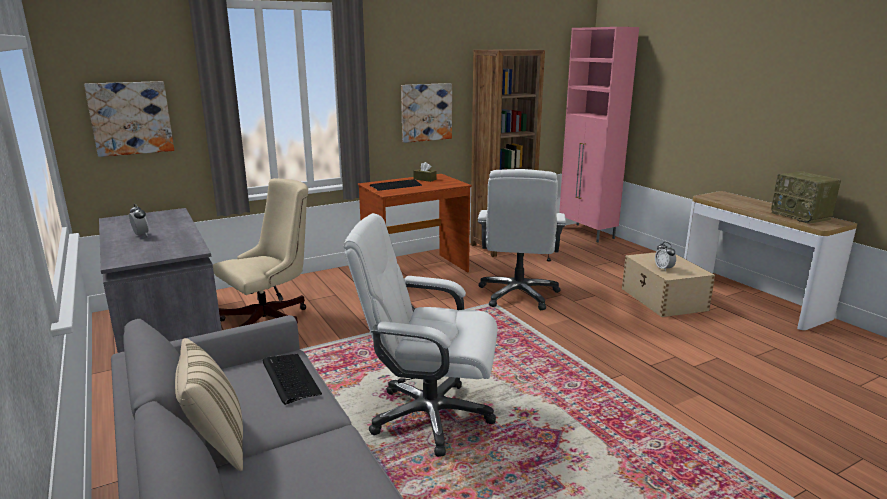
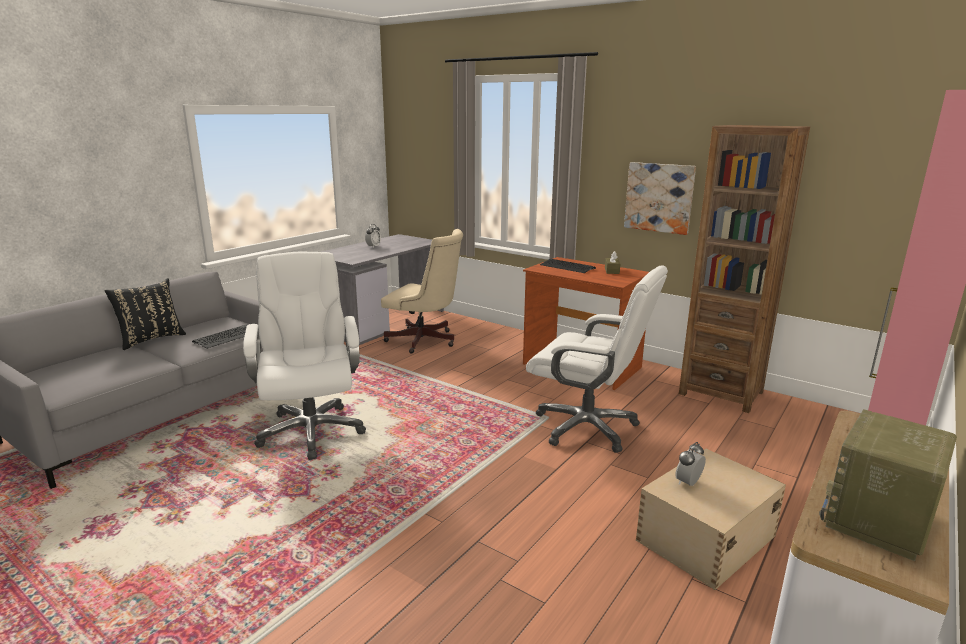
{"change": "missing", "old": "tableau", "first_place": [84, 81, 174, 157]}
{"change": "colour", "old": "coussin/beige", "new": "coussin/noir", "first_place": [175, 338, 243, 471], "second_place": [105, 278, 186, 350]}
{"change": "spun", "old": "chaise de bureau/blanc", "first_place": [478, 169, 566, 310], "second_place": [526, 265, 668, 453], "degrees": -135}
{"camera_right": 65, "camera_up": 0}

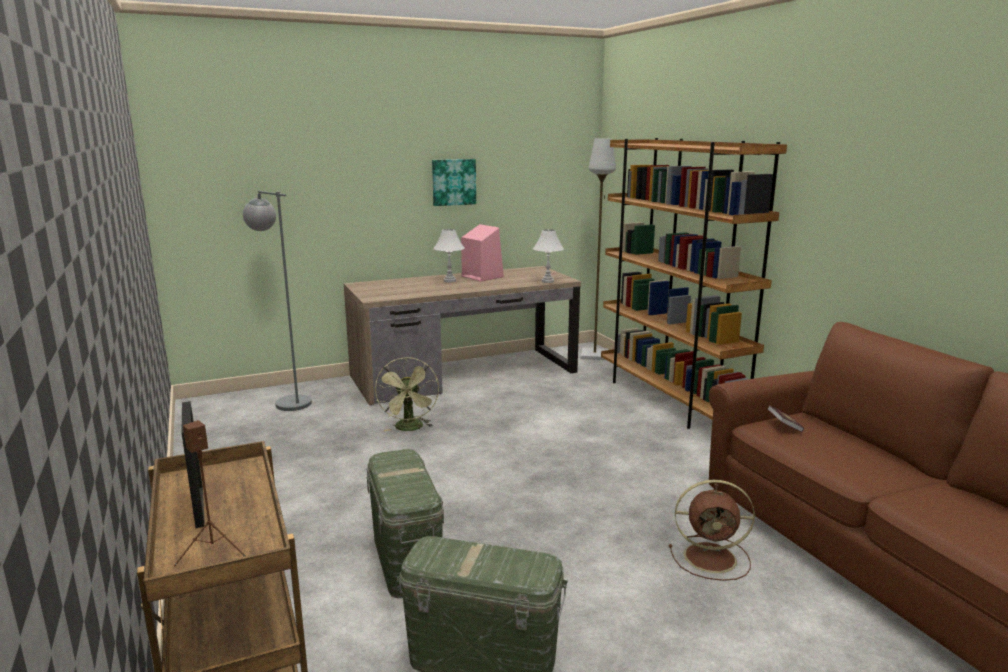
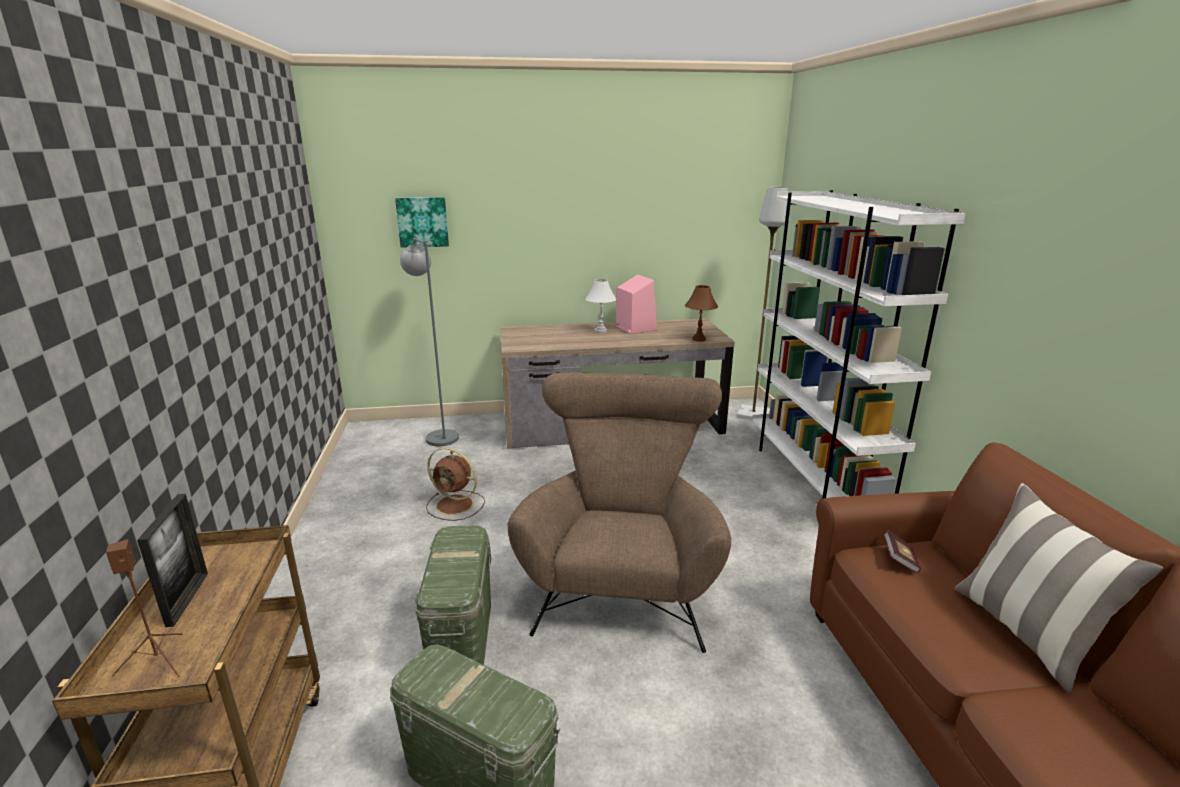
{"change": "missing", "old": "ventilateur/vert", "first_place": [375, 357, 439, 431]}
{"change": "relocated", "old": "tableau", "first_place": [432, 159, 476, 206], "second_place": [395, 197, 449, 247]}
{"change": "colour", "old": "lampe de table/blanc", "new": "lampe de table/marron", "first_place": [533, 229, 564, 283], "second_place": [685, 285, 718, 342]}
{"change": "colour", "old": "bibliothèque/marron", "new": "bibliothèque/blanc", "first_place": [601, 138, 787, 429], "second_place": [752, 190, 966, 499]}
{"change": "relocated", "old": "ventilateur/marron", "first_place": [669, 480, 755, 581], "second_place": [426, 447, 485, 521]}
{"change": "appeared", "new": "fauteuil/marron", "second_place": [508, 372, 731, 653]}
{"change": "appeared", "new": "coussin", "second_place": [955, 483, 1163, 693]}
{"camera_right": 15, "camera_up": 5}

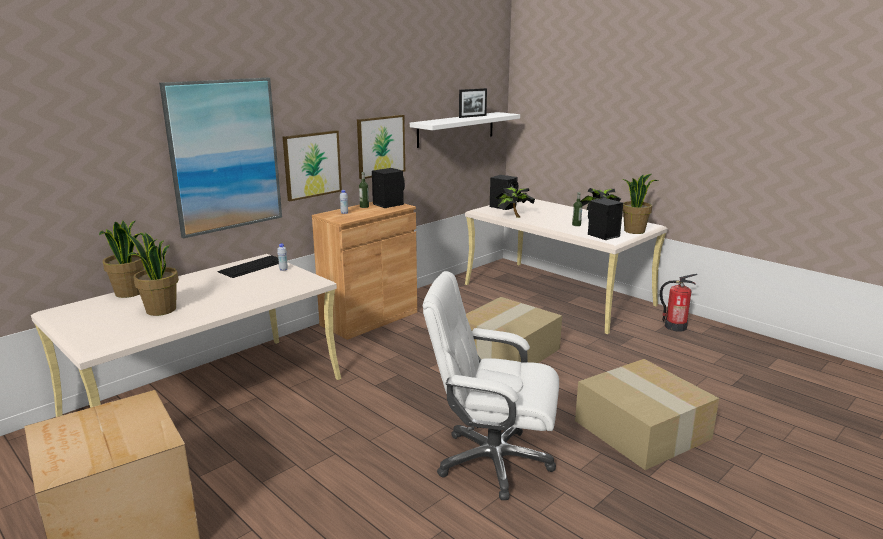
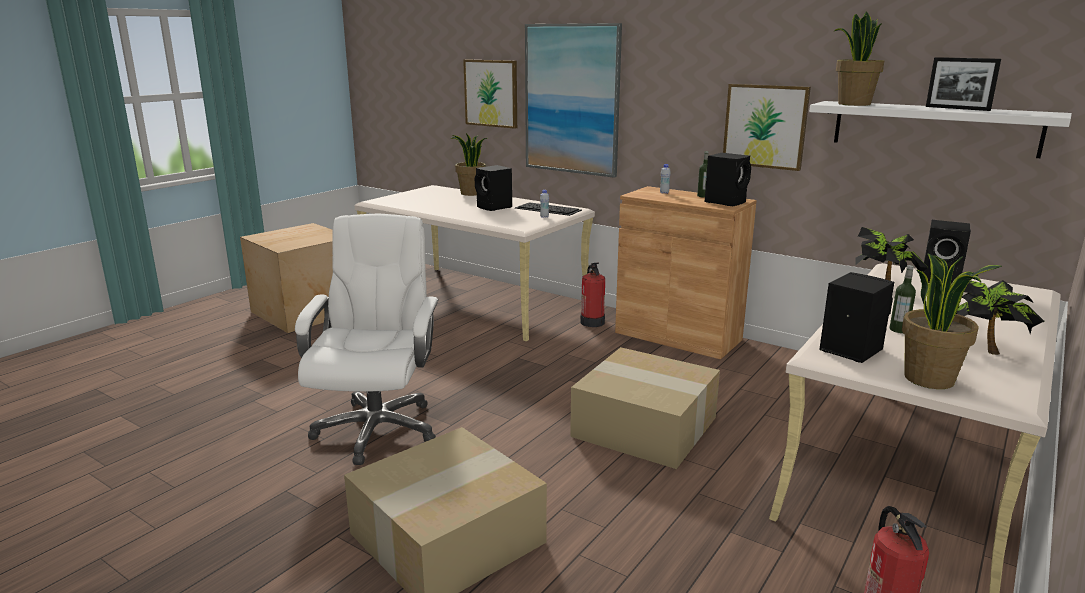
{"change": "relocated", "old": "plante en pot", "first_place": [126, 233, 179, 316], "second_place": [833, 11, 884, 106]}
{"change": "relocated", "old": "tableau", "first_place": [283, 130, 342, 201], "second_place": [463, 59, 517, 129]}
{"change": "appeared", "new": "enceinte/noir", "second_place": [475, 165, 512, 211]}
{"change": "appeared", "new": "extincteur", "second_place": [580, 263, 605, 327]}
{"camera_right": 80, "camera_up": 0}

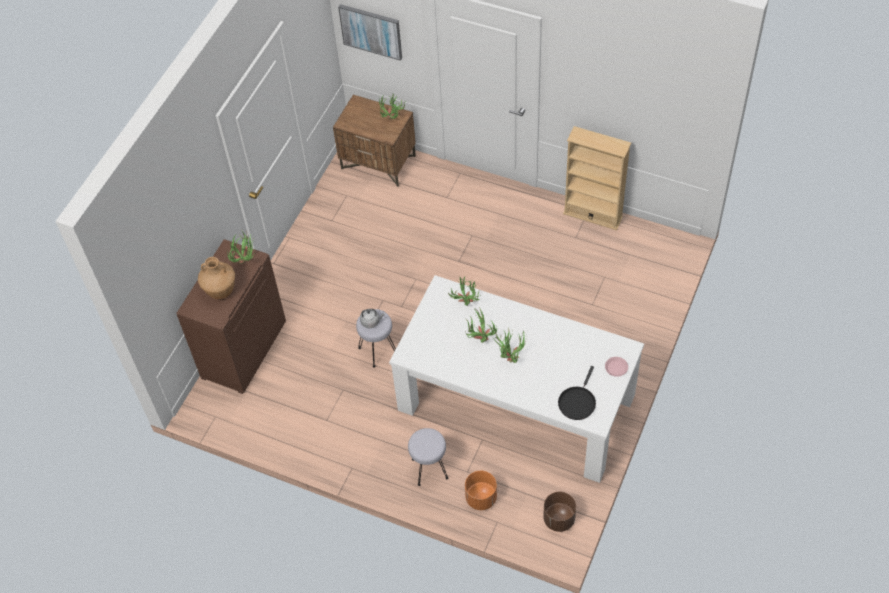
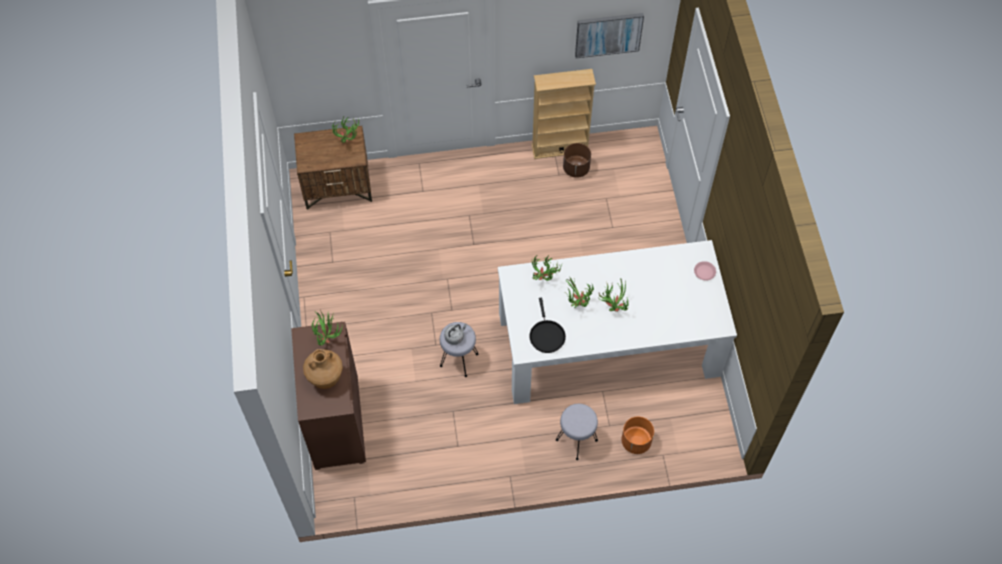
{"change": "relocated", "old": "tableau", "first_place": [338, 4, 402, 61], "second_place": [575, 13, 644, 58]}
{"change": "relocated", "old": "cache-pot/marron", "first_place": [543, 492, 576, 532], "second_place": [563, 143, 591, 178]}
{"change": "relocated", "old": "poêle/noir", "first_place": [558, 366, 596, 420], "second_place": [529, 298, 566, 353]}
{"camera_right": -35, "camera_up": 5}

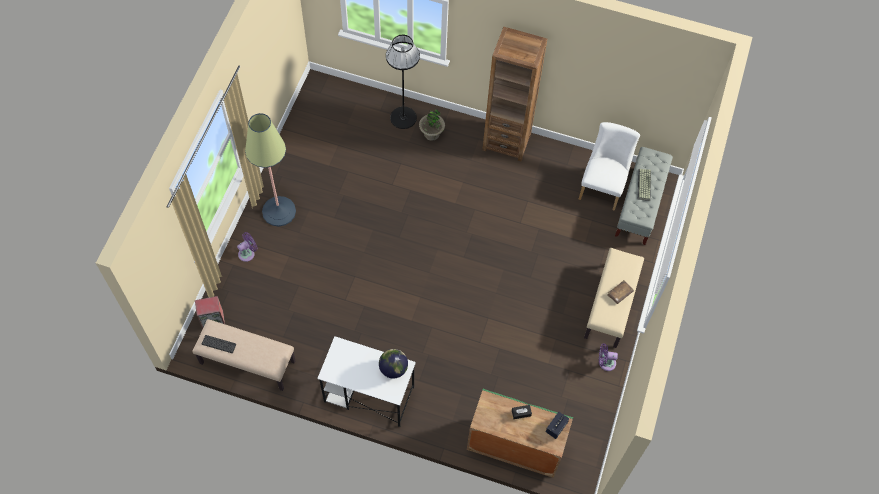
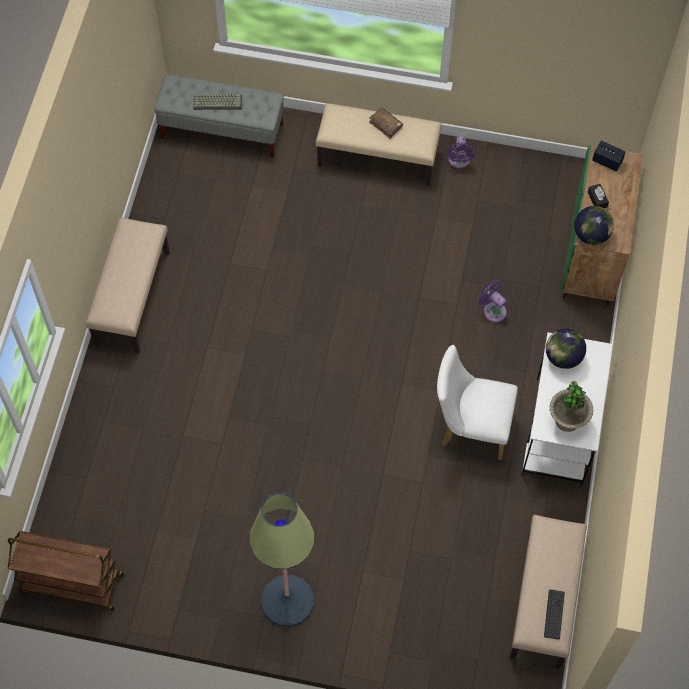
{"change": "missing", "old": "enceinte", "first_place": [195, 296, 225, 329]}
{"change": "relocated", "old": "ventilateur/violet", "first_place": [237, 232, 258, 262], "second_place": [478, 279, 507, 322]}
{"change": "missing", "old": "lampadaire/noir", "first_place": [386, 35, 420, 129]}
{"change": "relocated", "old": "plante en pot", "first_place": [419, 109, 445, 141], "second_place": [549, 381, 593, 432]}
{"change": "exchanged", "old": "bibliothèque/marron", "new": "banc/beige", "first_place": [482, 27, 547, 161], "second_place": [86, 217, 170, 354]}
{"change": "relocated", "old": "chaise/blanc", "first_place": [579, 122, 640, 211], "second_place": [437, 345, 518, 460]}
{"change": "appeared", "new": "chariot/marron", "second_place": [8, 531, 124, 611]}
{"change": "appeared", "new": "globe", "second_place": [574, 206, 614, 245]}
{"camera_right": -95, "camera_up": 0}

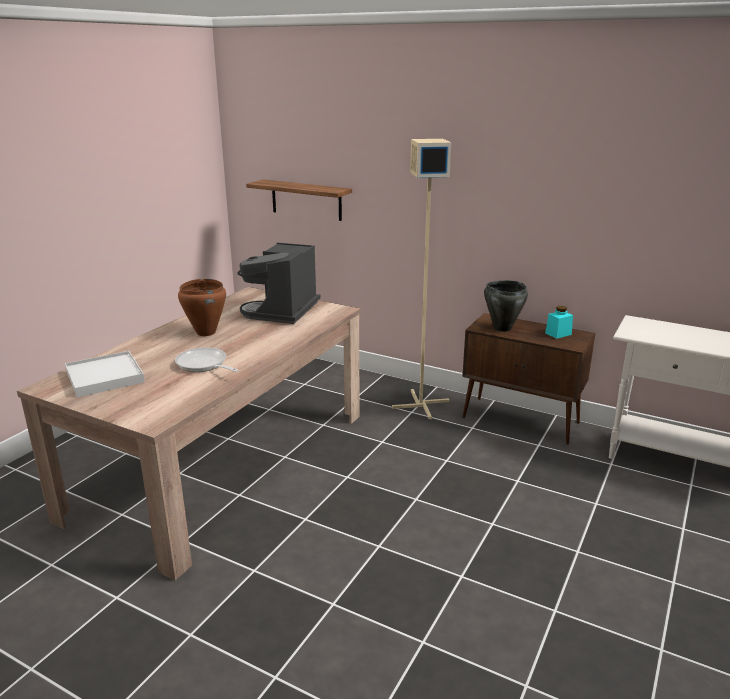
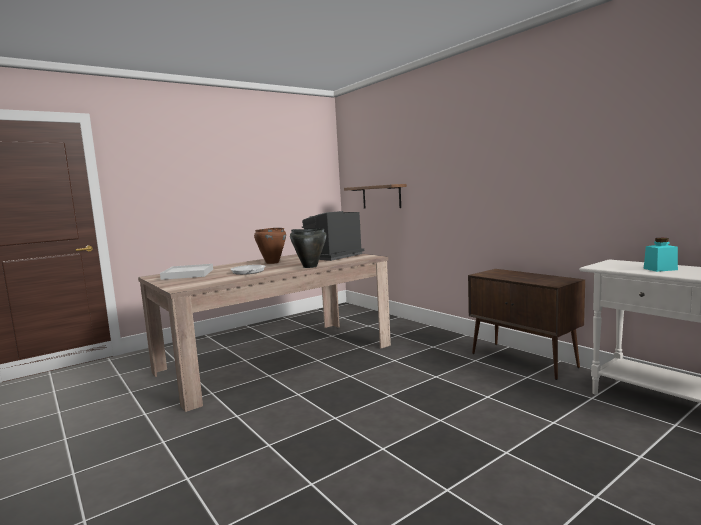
{"change": "missing", "old": "lampadaire/beige", "first_place": [392, 139, 451, 419]}
{"change": "relocated", "old": "marmite/noir", "first_place": [484, 280, 528, 332], "second_place": [290, 229, 327, 268]}
{"change": "relocated", "old": "bocal/turquoise", "first_place": [545, 306, 573, 339], "second_place": [644, 238, 678, 272]}
{"camera_right": 25, "camera_up": -15}

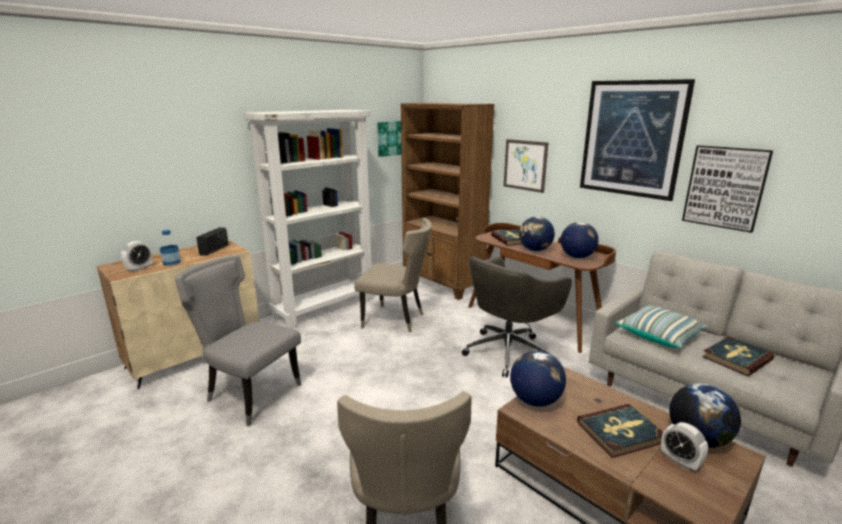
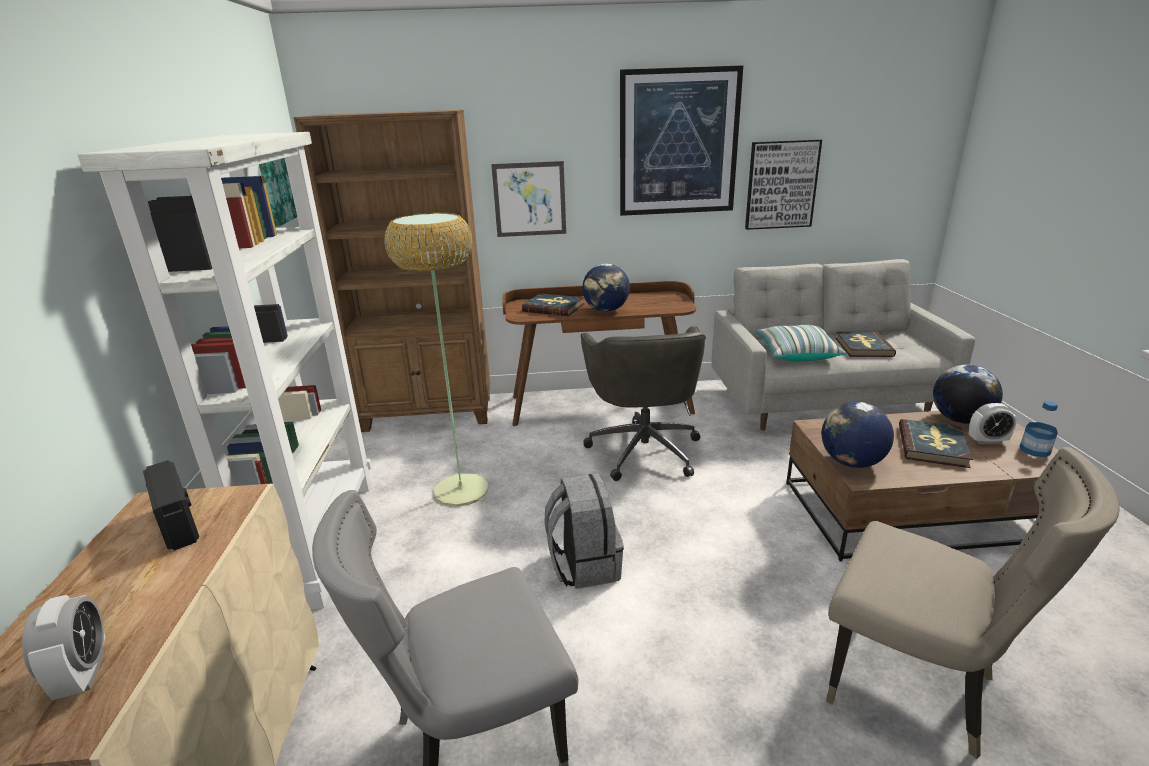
{"change": "relocated", "old": "bouteille", "first_place": [160, 230, 181, 266], "second_place": [1019, 401, 1058, 457]}
{"change": "exchanged", "old": "chaise/beige", "new": "lampadaire", "first_place": [354, 218, 432, 332], "second_place": [384, 212, 489, 507]}
{"change": "missing", "old": "globe", "first_place": [560, 222, 599, 258]}
{"change": "appeared", "new": "sac à dos/gris", "second_place": [544, 473, 624, 589]}
{"camera_right": -50, "camera_up": 5}

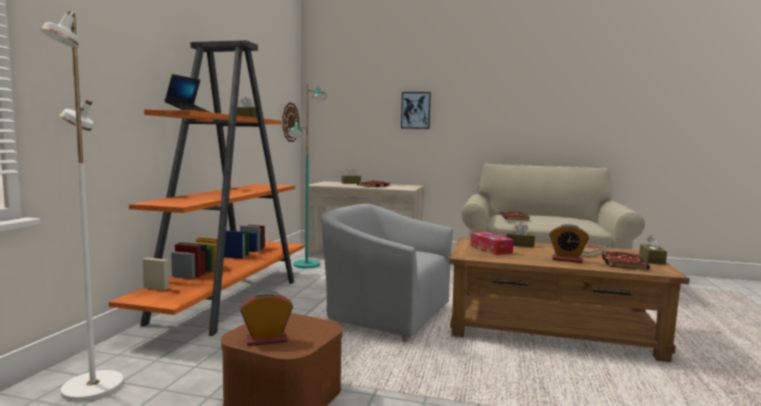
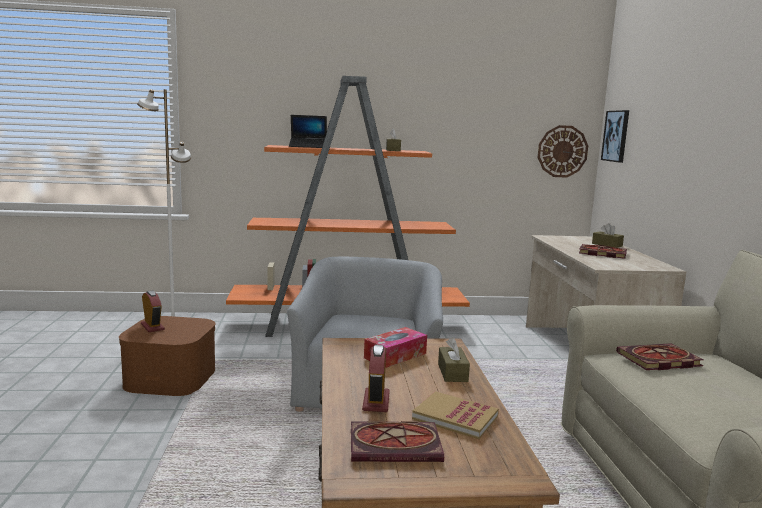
{"change": "missing", "old": "lampadaire/turquoise", "first_place": [288, 84, 327, 268]}
{"change": "relocated", "old": "tableau", "first_place": [401, 92, 431, 129], "second_place": [601, 110, 629, 163]}
{"change": "missing", "old": "boîte à mouchoirs/marron", "first_place": [639, 235, 667, 265]}
{"camera_right": 70, "camera_up": 5}

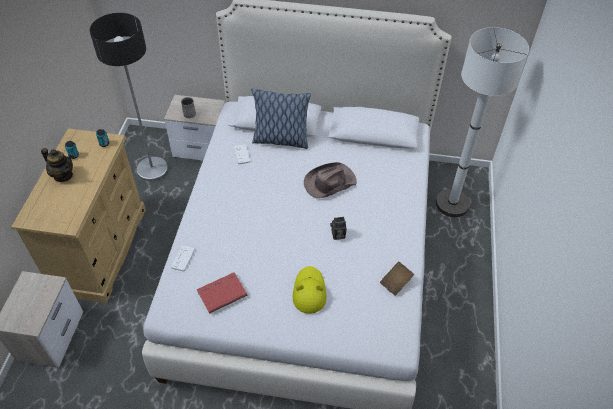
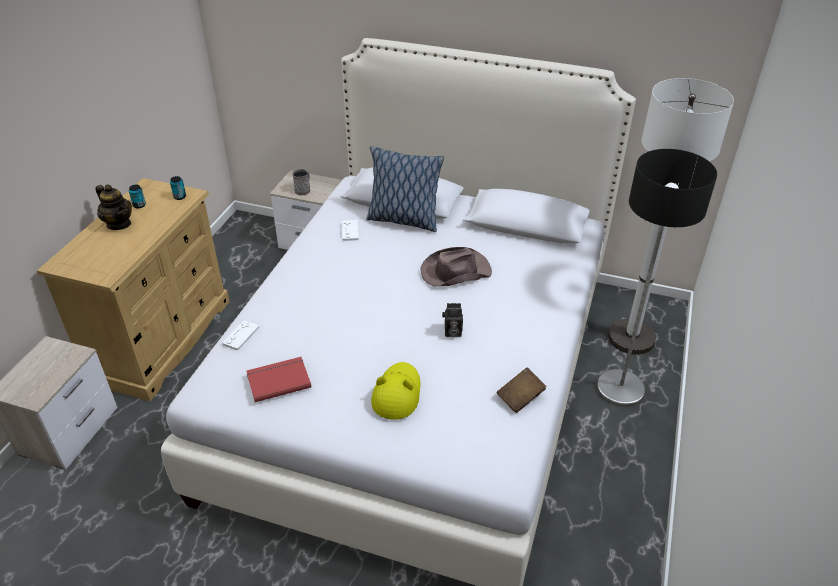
{"change": "relocated", "old": "lampadaire", "first_place": [90, 13, 168, 181], "second_place": [597, 149, 717, 407]}
{"camera_right": 10, "camera_up": -10}

